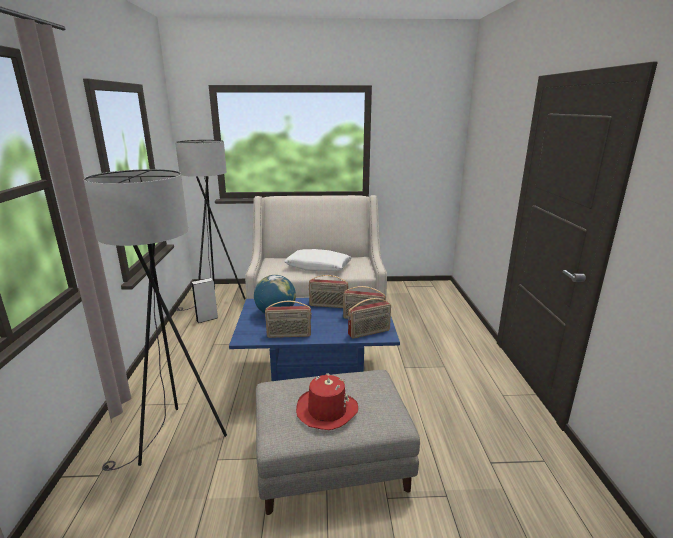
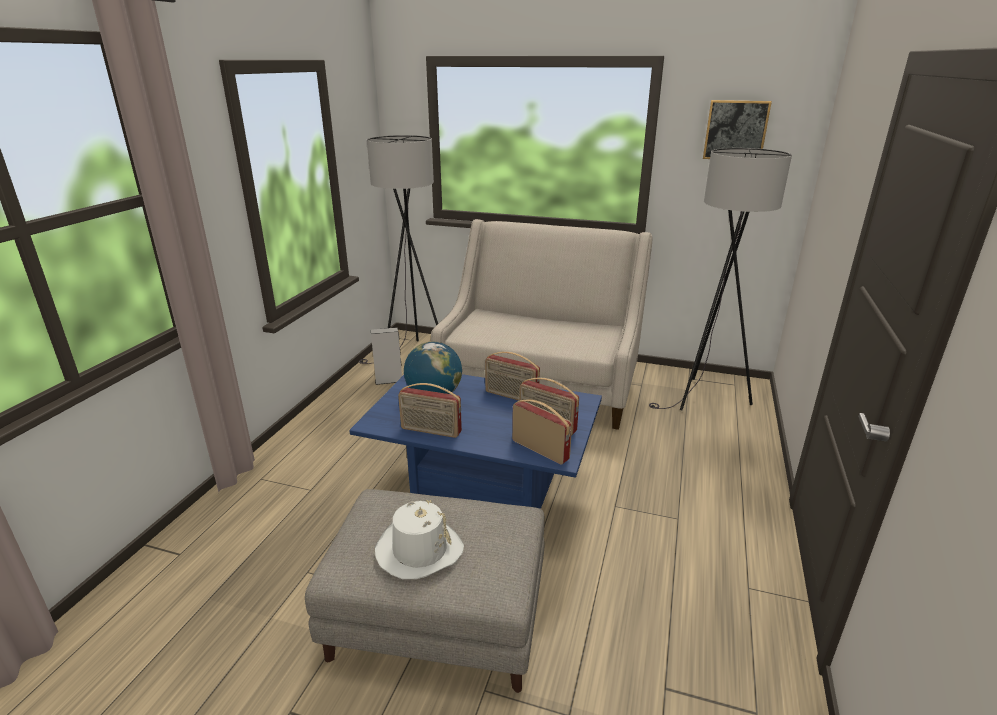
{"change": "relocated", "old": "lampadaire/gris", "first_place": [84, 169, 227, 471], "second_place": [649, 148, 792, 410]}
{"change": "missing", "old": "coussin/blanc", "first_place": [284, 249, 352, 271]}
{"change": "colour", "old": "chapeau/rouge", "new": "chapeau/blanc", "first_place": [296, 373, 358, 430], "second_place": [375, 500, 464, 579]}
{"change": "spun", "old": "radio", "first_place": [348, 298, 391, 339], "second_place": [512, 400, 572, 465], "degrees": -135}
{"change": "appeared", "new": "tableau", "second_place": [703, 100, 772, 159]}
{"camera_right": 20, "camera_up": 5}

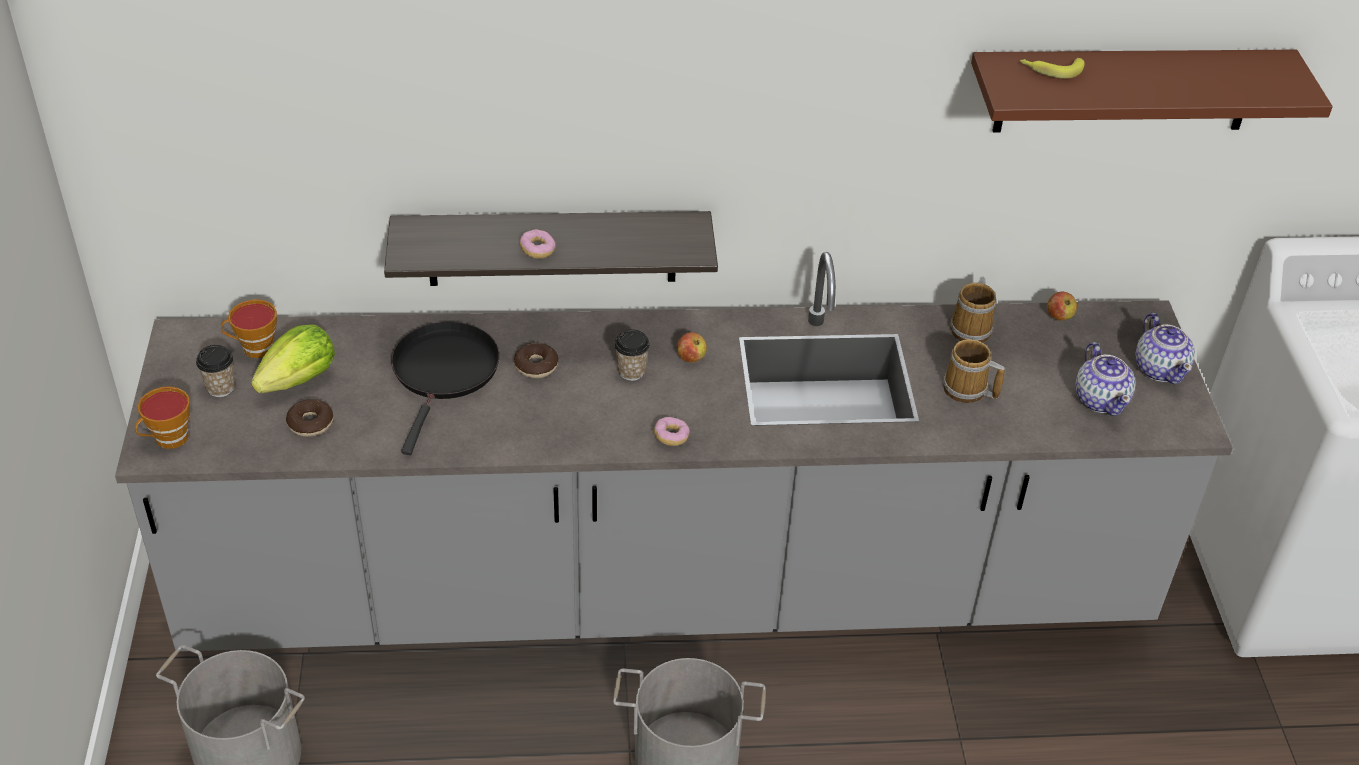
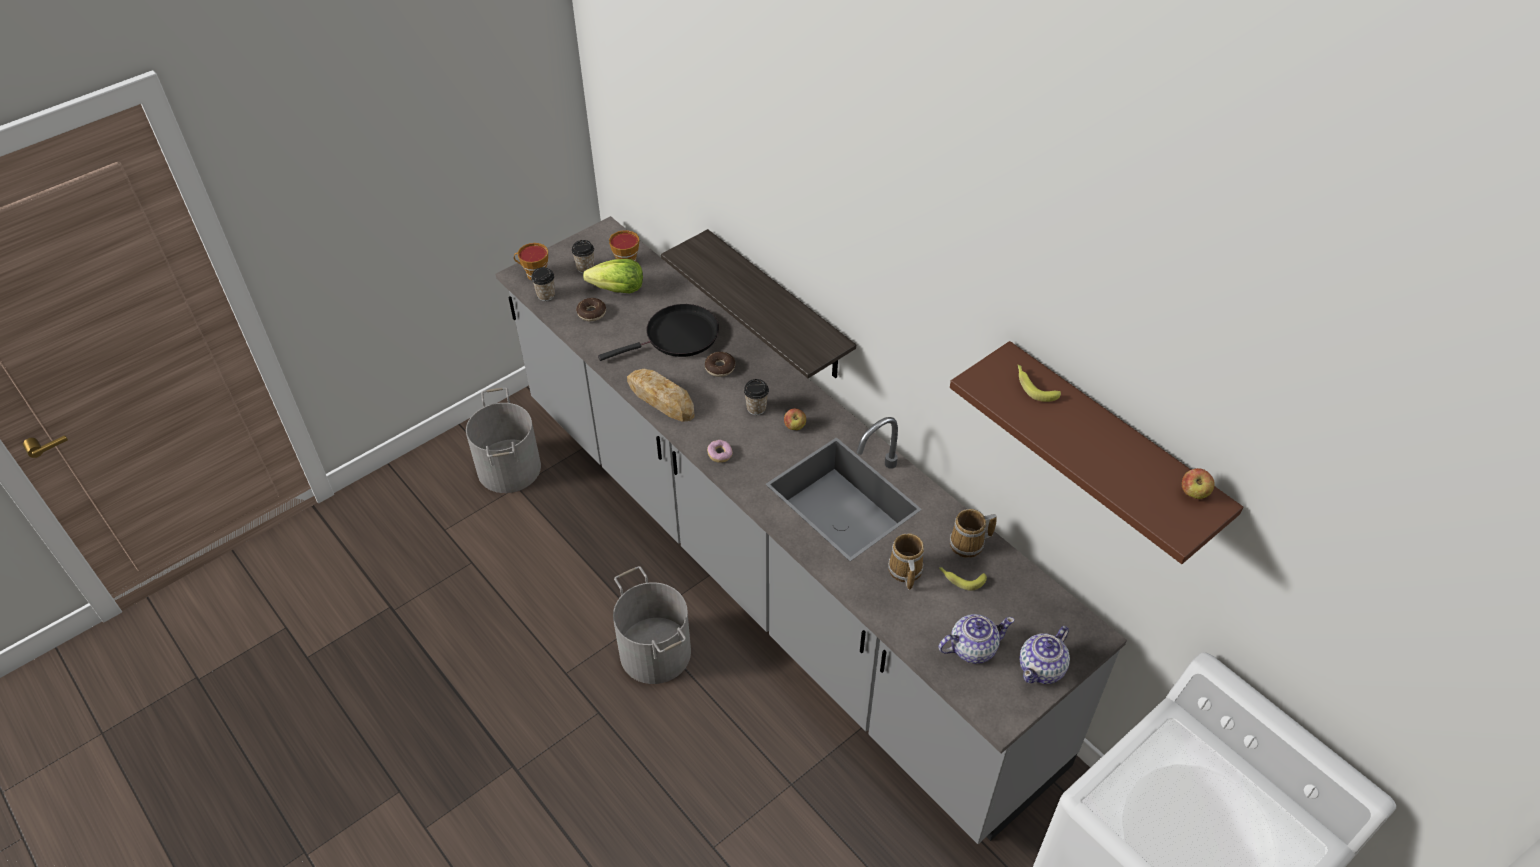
{"change": "missing", "old": "beignet", "first_place": [520, 229, 556, 259]}
{"change": "relocated", "old": "pomme", "first_place": [1047, 291, 1077, 320], "second_place": [1182, 468, 1215, 499]}
{"change": "spun", "old": "théière", "first_place": [1075, 342, 1136, 416], "second_place": [938, 614, 1015, 664], "degrees": -150}
{"change": "appeared", "new": "tasse", "second_place": [531, 267, 555, 301]}
{"change": "appeared", "new": "pain", "second_place": [627, 369, 695, 422]}
{"change": "appeared", "new": "banane", "second_place": [939, 567, 987, 591]}
{"camera_right": 55, "camera_up": 5}

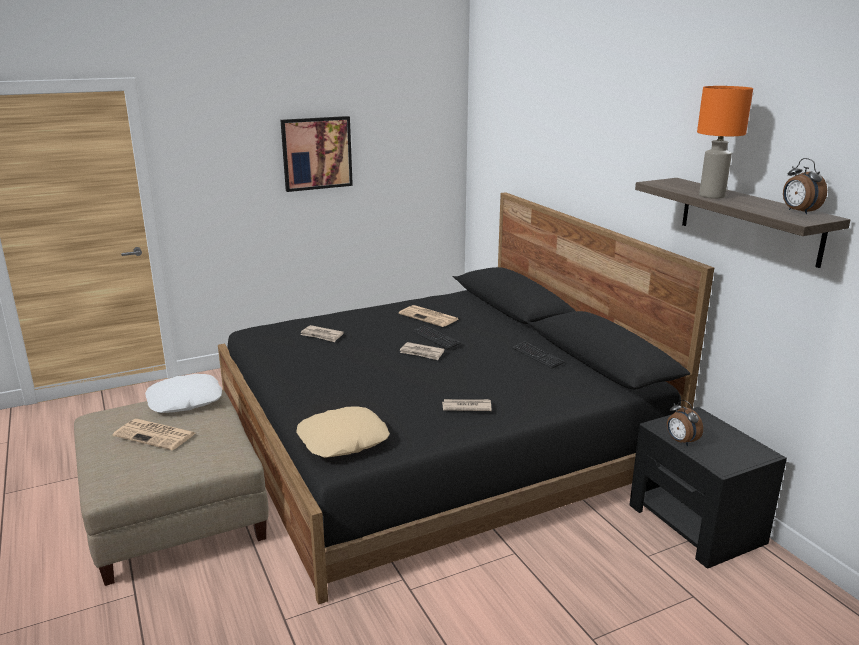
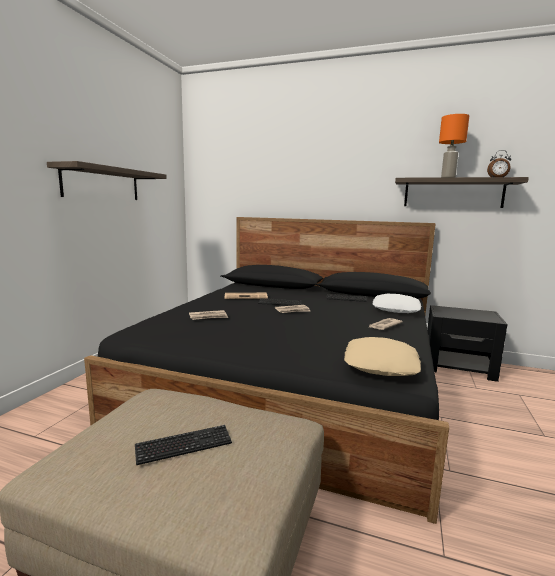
{"change": "exchanged", "old": "journal", "new": "clavier", "first_place": [113, 419, 196, 450], "second_place": [135, 425, 232, 465]}
{"change": "relocated", "old": "coussin/blanc", "first_place": [145, 374, 222, 413], "second_place": [372, 294, 421, 313]}
{"change": "exchanged", "old": "tableau", "new": "étagère", "first_place": [281, 116, 353, 192], "second_place": [47, 161, 167, 200]}
{"change": "missing", "old": "réveil", "first_place": [667, 400, 703, 446]}
{"camera_right": -45, "camera_up": -10}

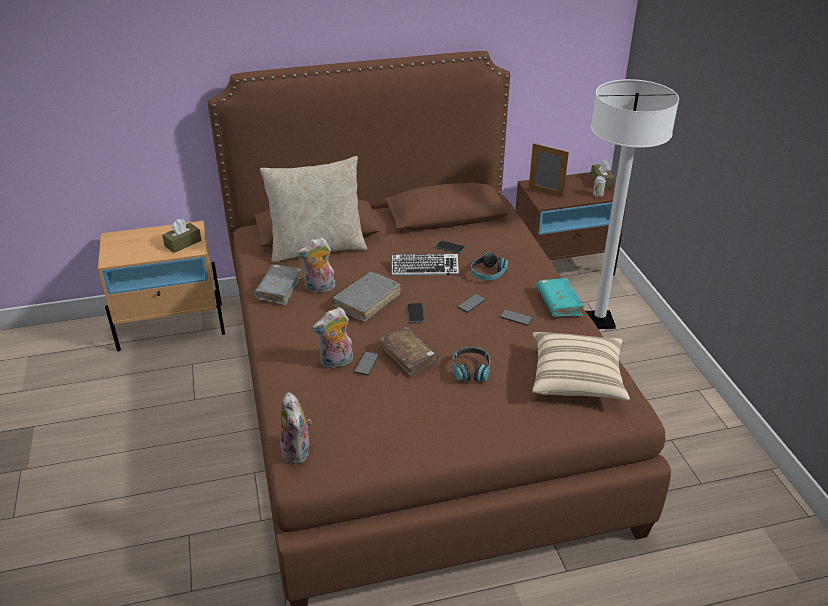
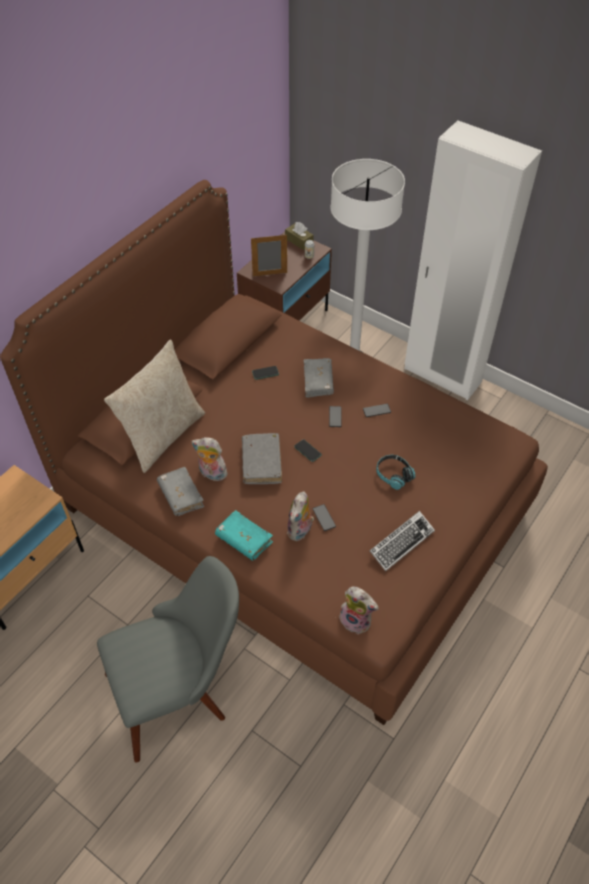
{"change": "missing", "old": "boîte à mouchoirs/marron", "first_place": [162, 219, 202, 253]}
{"change": "spun", "old": "peluche", "first_place": [297, 237, 335, 294], "second_place": [191, 437, 227, 483], "degrees": 75}
{"change": "missing", "old": "livre/marron", "first_place": [379, 326, 439, 377]}
{"change": "relocated", "old": "clavier", "first_place": [392, 254, 459, 276], "second_place": [370, 511, 435, 571]}
{"change": "exchanged", "old": "casque audio", "new": "livre/gris", "first_place": [471, 252, 508, 280], "second_place": [303, 358, 334, 398]}
{"change": "missing", "old": "coussin/beige", "first_place": [532, 332, 630, 401]}
{"change": "relocated", "old": "livre/turquoise", "first_place": [536, 278, 585, 317], "second_place": [215, 510, 273, 561]}
{"change": "appeared", "new": "chaise/gris", "second_place": [97, 556, 239, 763]}
{"change": "appeared", "new": "armoire/blanc", "second_place": [404, 120, 542, 400]}
{"camera_right": -40, "camera_up": 15}

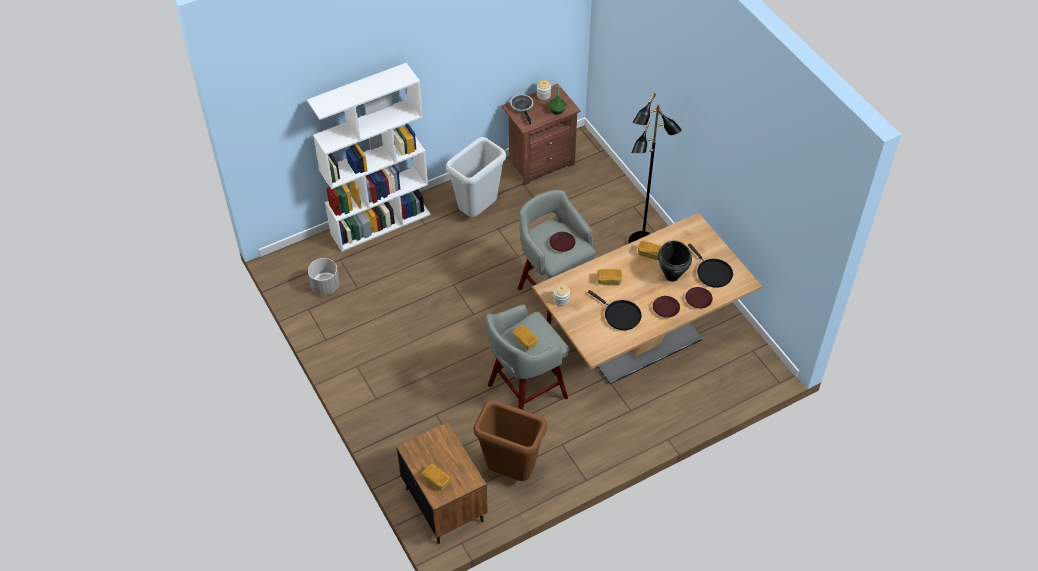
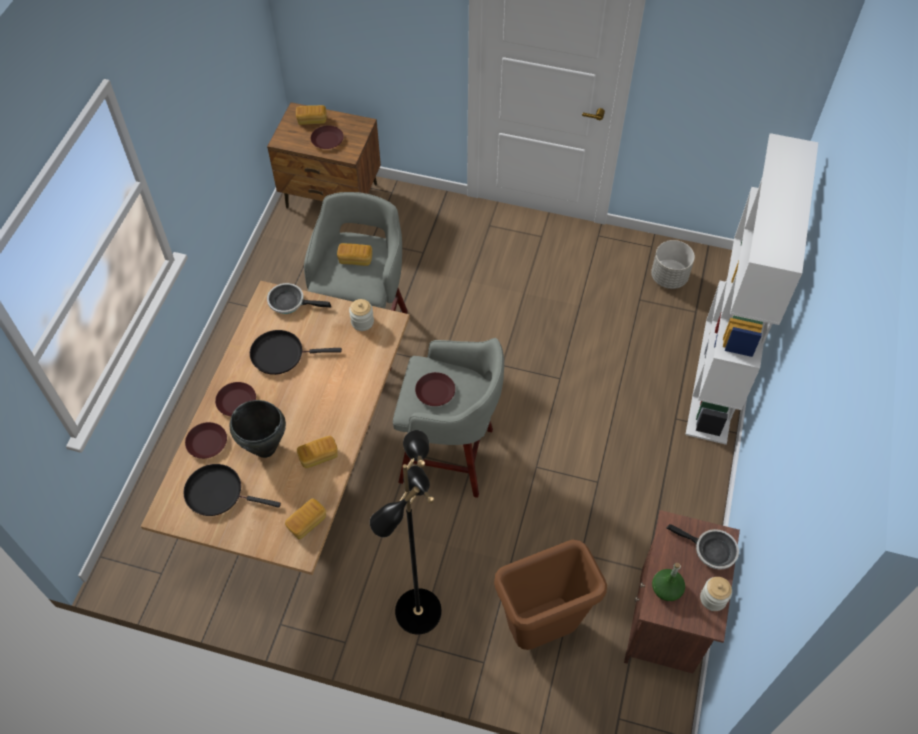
{"change": "missing", "old": "poubelle/gris", "first_place": [446, 137, 506, 217]}
{"change": "relocated", "old": "poubelle/marron", "first_place": [474, 400, 547, 481], "second_place": [494, 539, 607, 650]}
{"change": "relocated", "old": "pain", "first_place": [597, 269, 622, 285], "second_place": [285, 498, 326, 540]}
{"change": "appeared", "new": "poêle", "second_place": [267, 283, 331, 314]}
{"change": "appeared", "new": "assiette/marron", "second_place": [311, 125, 344, 149]}
{"camera_right": 135, "camera_up": 5}

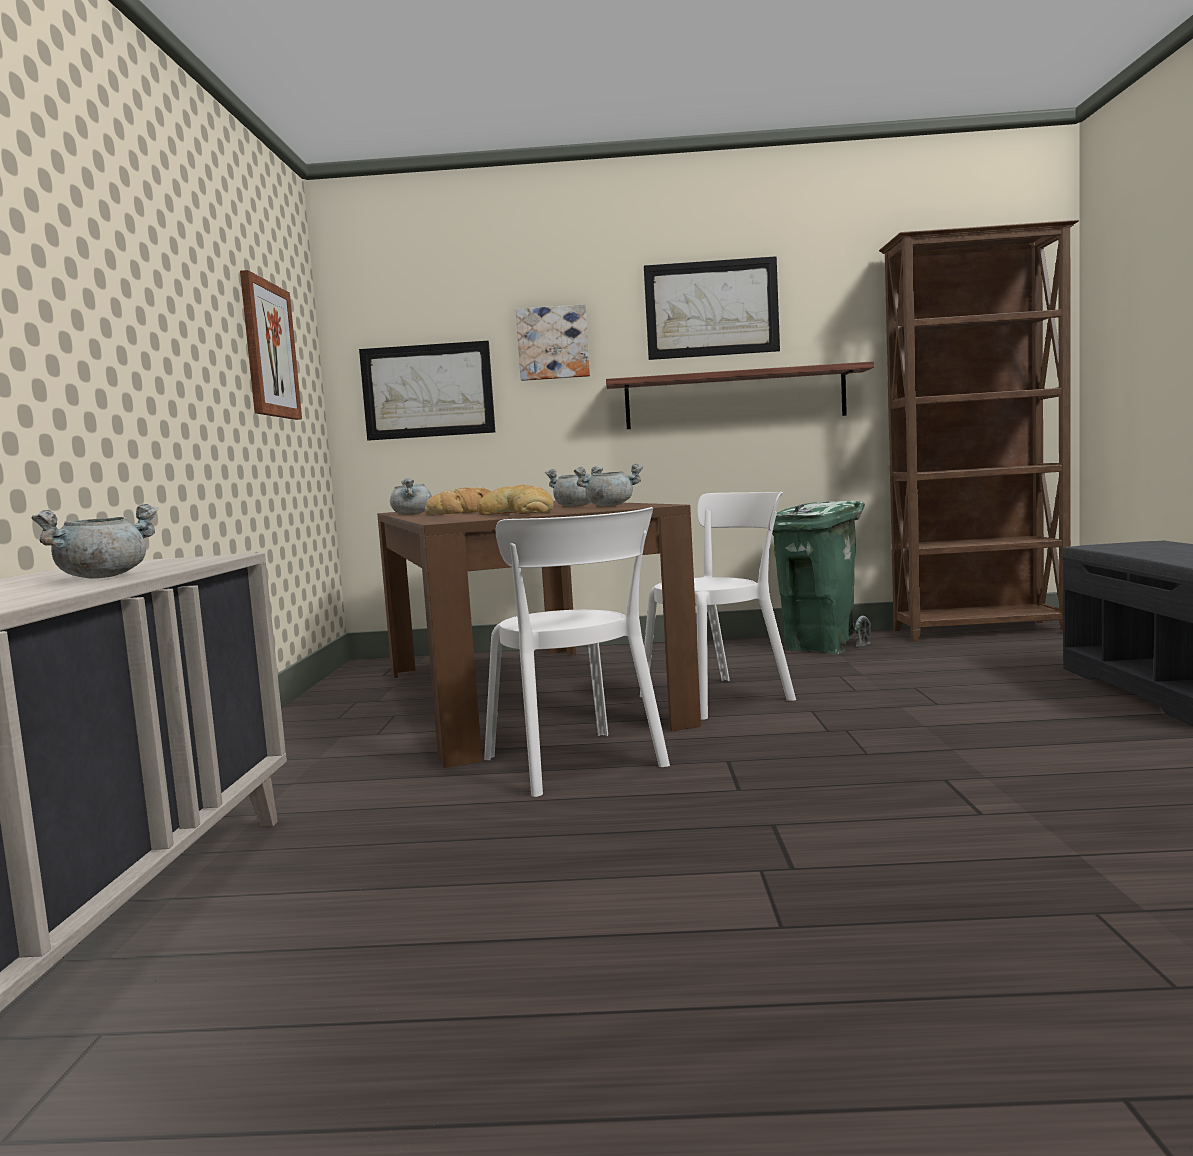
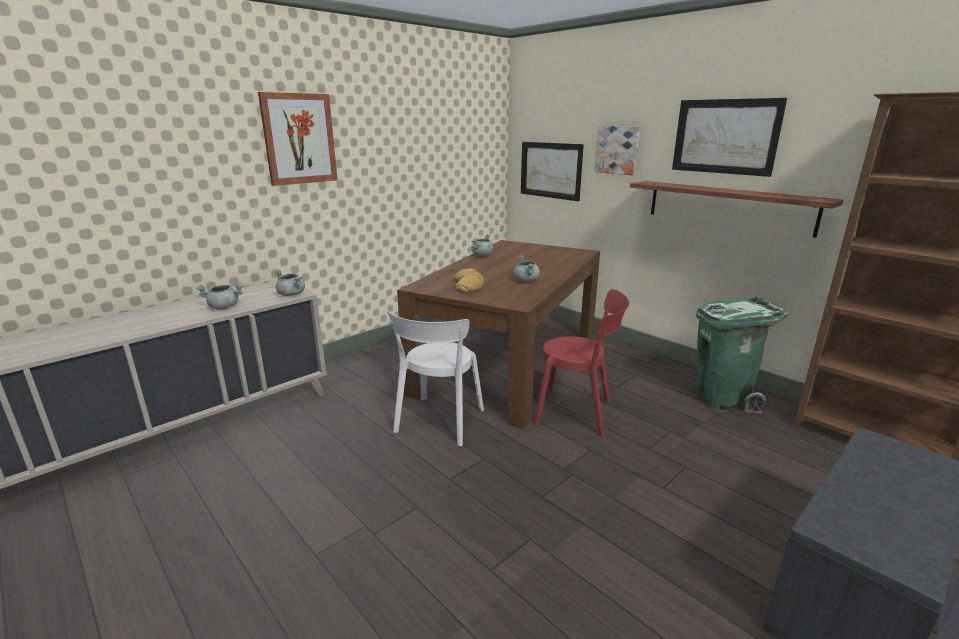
{"change": "relocated", "old": "tableau", "first_place": [240, 270, 302, 420], "second_place": [258, 92, 338, 186]}
{"change": "missing", "old": "pain", "first_place": [425, 487, 491, 515]}
{"change": "relocated", "old": "marmite/gris", "first_place": [574, 464, 643, 507], "second_place": [274, 270, 305, 296]}
{"change": "colour", "old": "chaise/blanc", "new": "chaise/rouge", "first_place": [640, 492, 796, 720], "second_place": [534, 289, 629, 437]}
{"camera_right": 45, "camera_up": 15}

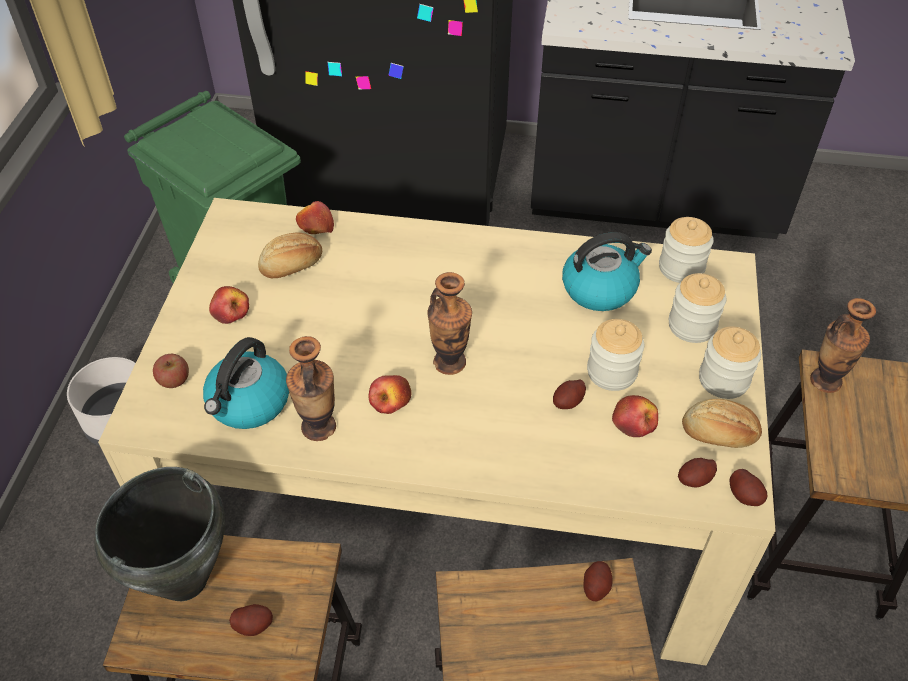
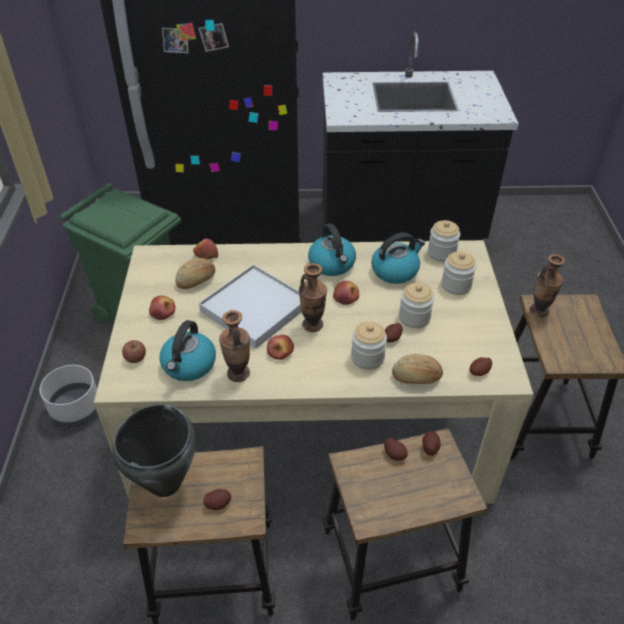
{"change": "relocated", "old": "pomme", "first_place": [612, 395, 658, 437], "second_place": [333, 281, 359, 305]}
{"change": "relocated", "old": "pain", "first_place": [682, 399, 762, 448], "second_place": [392, 354, 443, 384]}
{"change": "relocated", "old": "bocal", "first_place": [699, 326, 761, 399], "second_place": [351, 321, 387, 370]}
{"change": "relocated", "old": "pomme de terre", "first_place": [729, 469, 767, 506], "second_place": [384, 438, 408, 461]}
{"change": "appeared", "new": "plateau/blanc", "second_place": [199, 264, 302, 349]}
{"change": "appeared", "new": "bouilloire", "second_place": [308, 223, 356, 276]}
{"camera_right": -10, "camera_up": -5}

